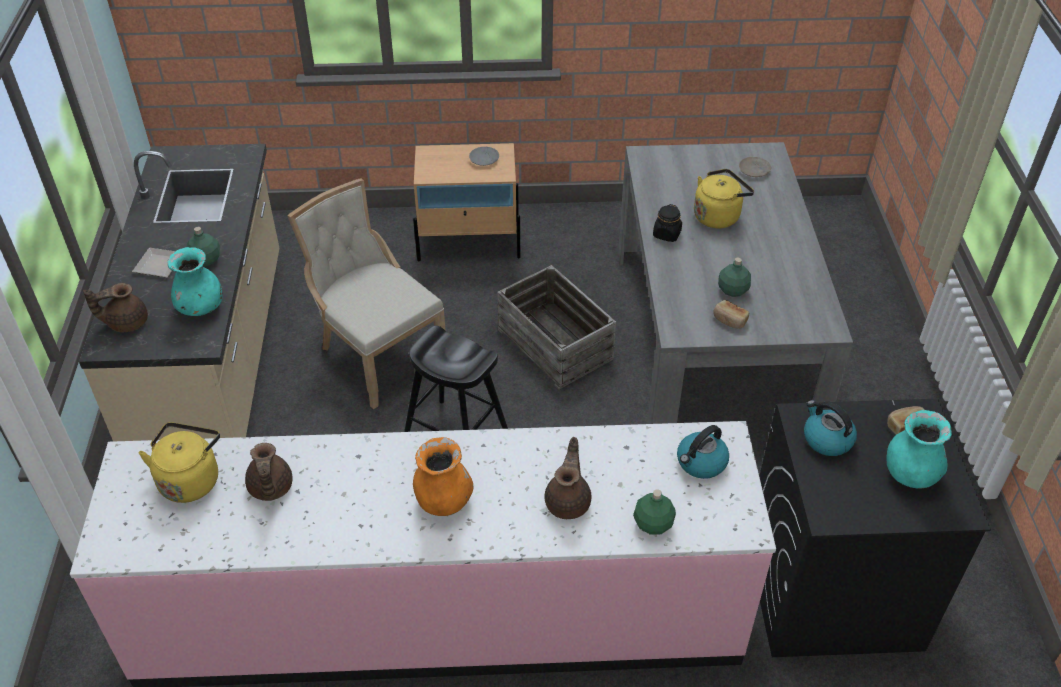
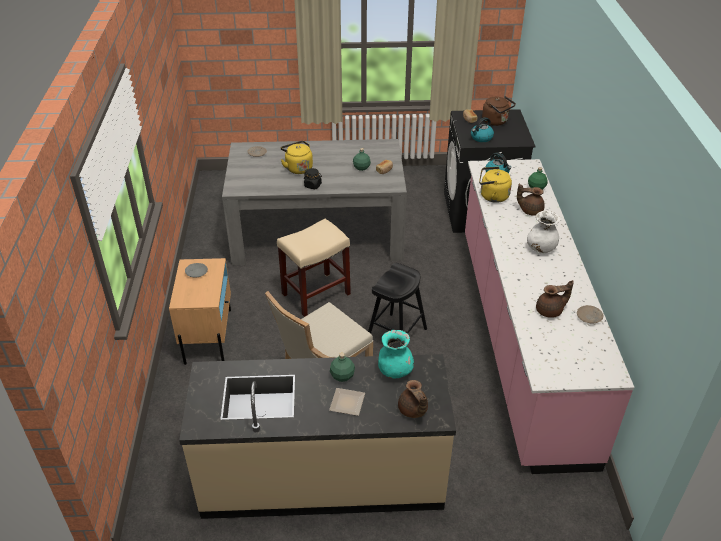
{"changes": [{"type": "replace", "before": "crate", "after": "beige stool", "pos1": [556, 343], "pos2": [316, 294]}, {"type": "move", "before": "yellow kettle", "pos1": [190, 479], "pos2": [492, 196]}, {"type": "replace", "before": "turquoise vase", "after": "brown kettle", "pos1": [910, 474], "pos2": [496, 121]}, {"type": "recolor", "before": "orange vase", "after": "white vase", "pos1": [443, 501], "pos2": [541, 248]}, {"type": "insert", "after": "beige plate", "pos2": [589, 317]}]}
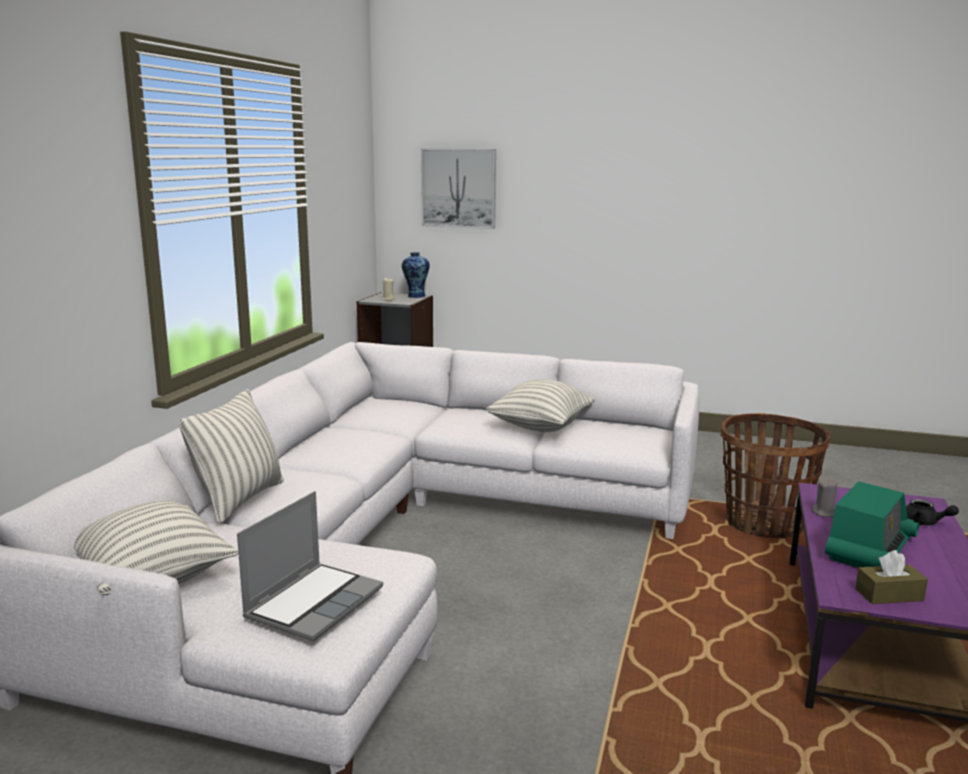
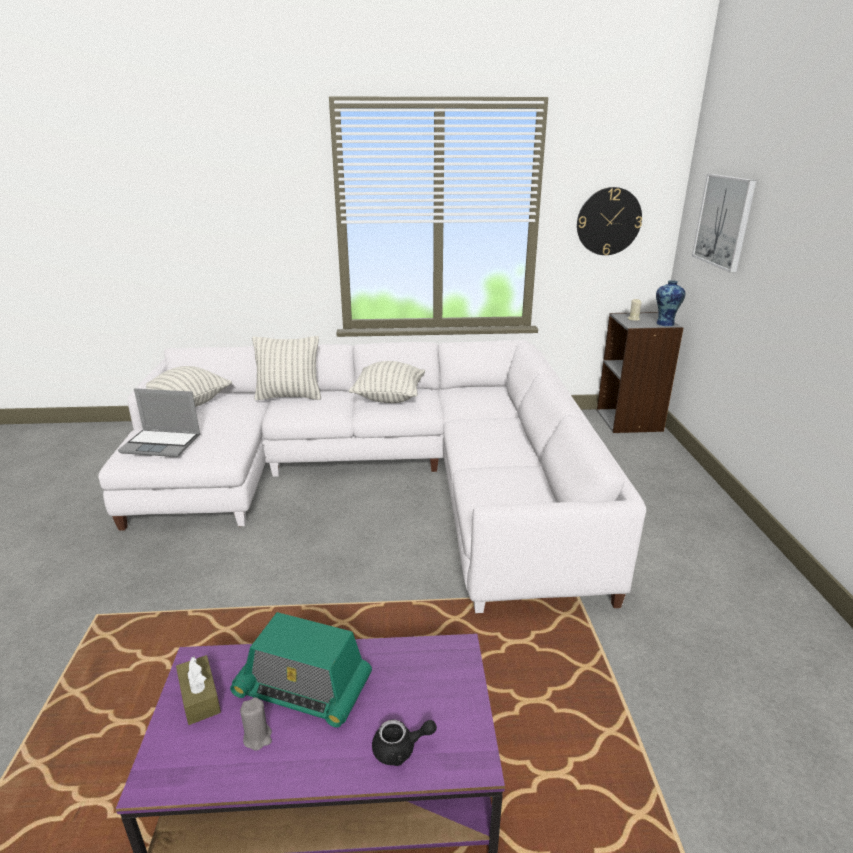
{"changes": [{"type": "move", "before": "grey candle", "pos1": [824, 513], "pos2": [258, 737]}, {"type": "move", "before": "pillow", "pos1": [540, 427], "pos2": [389, 398]}, {"type": "rotate", "before": "black teapot", "pos1": [924, 522], "pos2": [400, 749], "turn": -120}, {"type": "insert", "after": "wall clock", "pos2": [608, 221]}, {"type": "delete", "before": "basket", "pos1": [764, 523]}]}
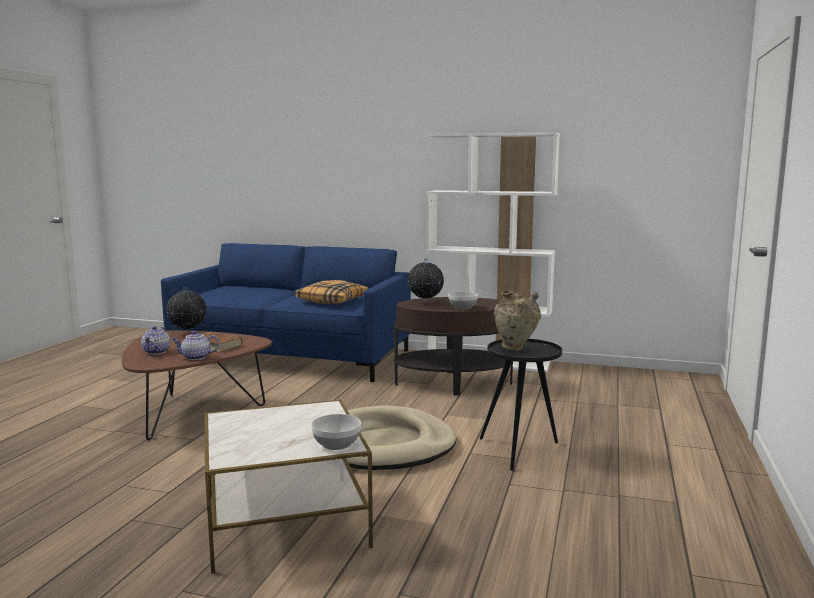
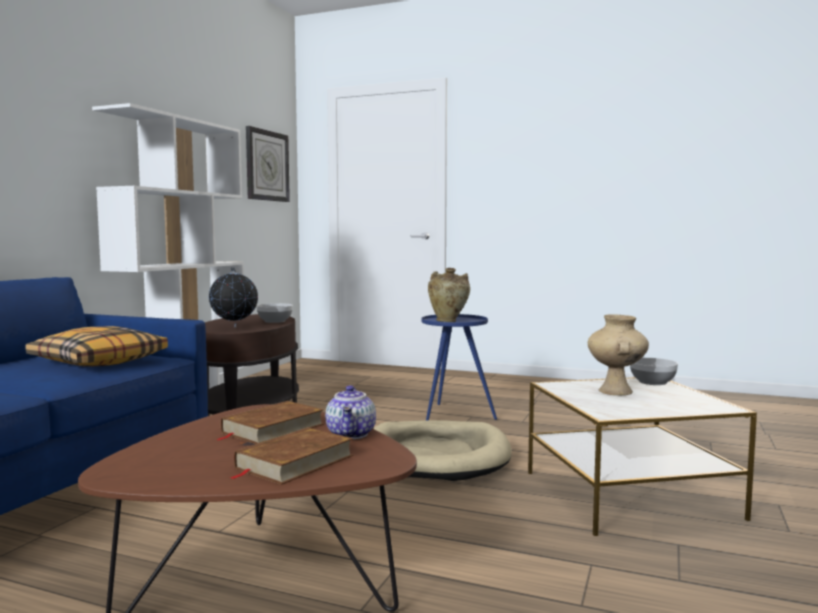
{"changes": [{"type": "replace", "before": "teapot", "after": "brown book", "pos1": [157, 352], "pos2": [294, 462]}, {"type": "insert", "after": "wall clock", "pos2": [267, 166]}, {"type": "recolor", "before": "black side table", "after": "blue side table", "pos1": [520, 450], "pos2": [454, 414]}, {"type": "insert", "after": "beige vase", "pos2": [616, 391]}, {"type": "delete", "before": "globe", "pos1": [188, 333]}]}
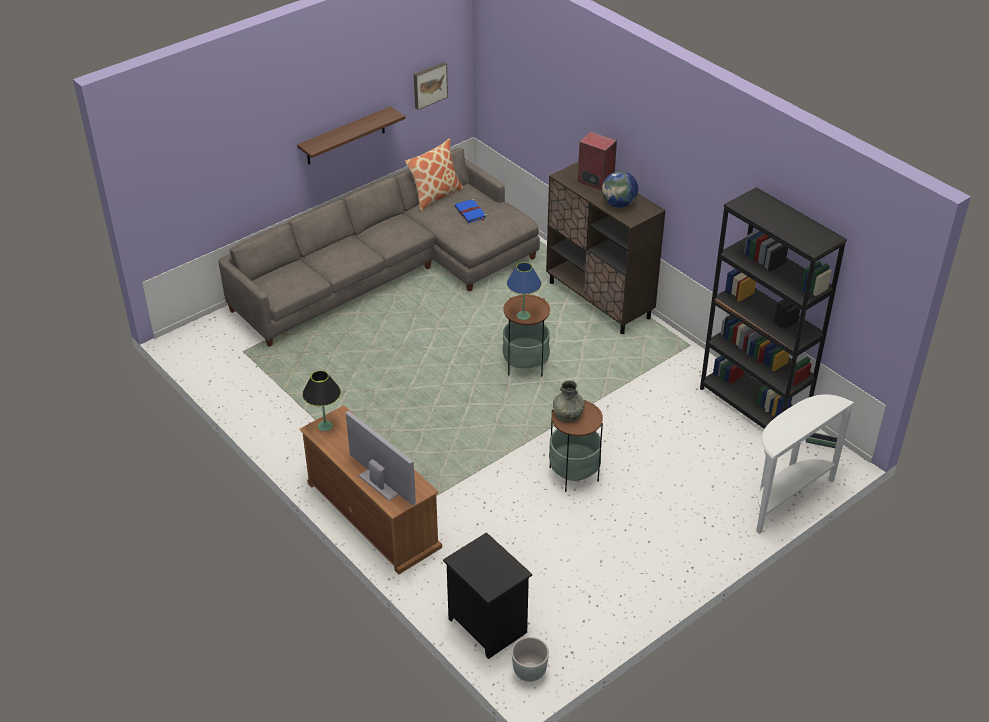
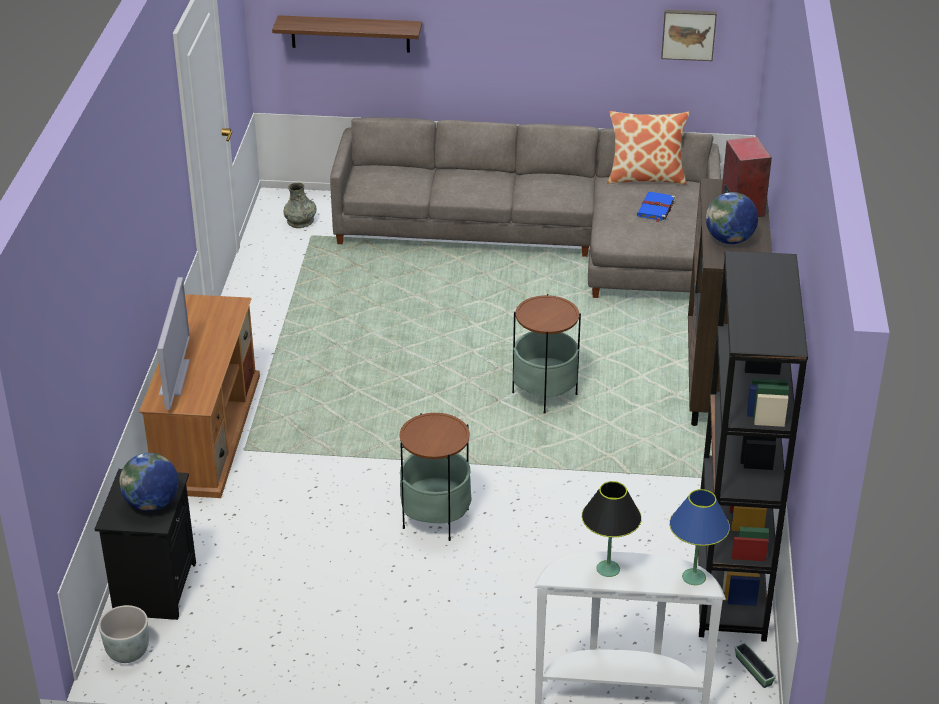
{"changes": [{"type": "insert", "after": "globe", "pos2": [152, 503]}, {"type": "move", "before": "shelf", "pos1": [345, 136], "pos2": [350, 34]}, {"type": "move", "before": "grey vase", "pos1": [568, 413], "pos2": [300, 221]}, {"type": "move", "before": "black table lamp", "pos1": [325, 426], "pos2": [607, 569]}, {"type": "move", "before": "blue table lamp", "pos1": [523, 315], "pos2": [694, 577]}]}
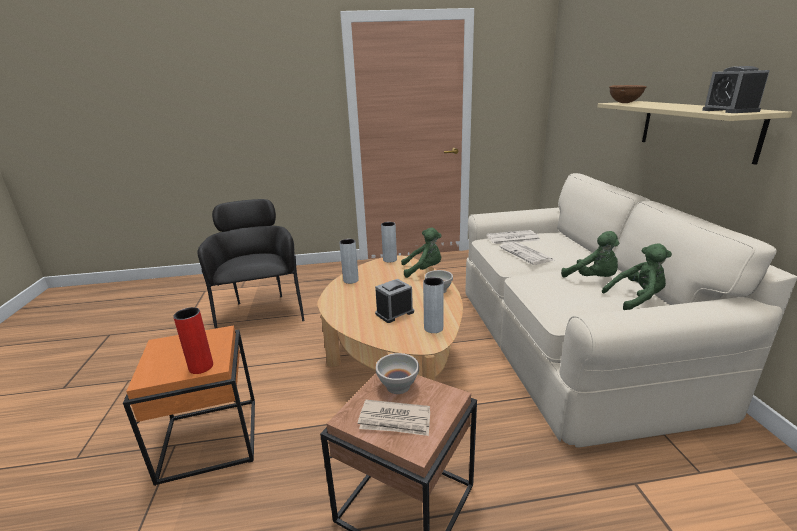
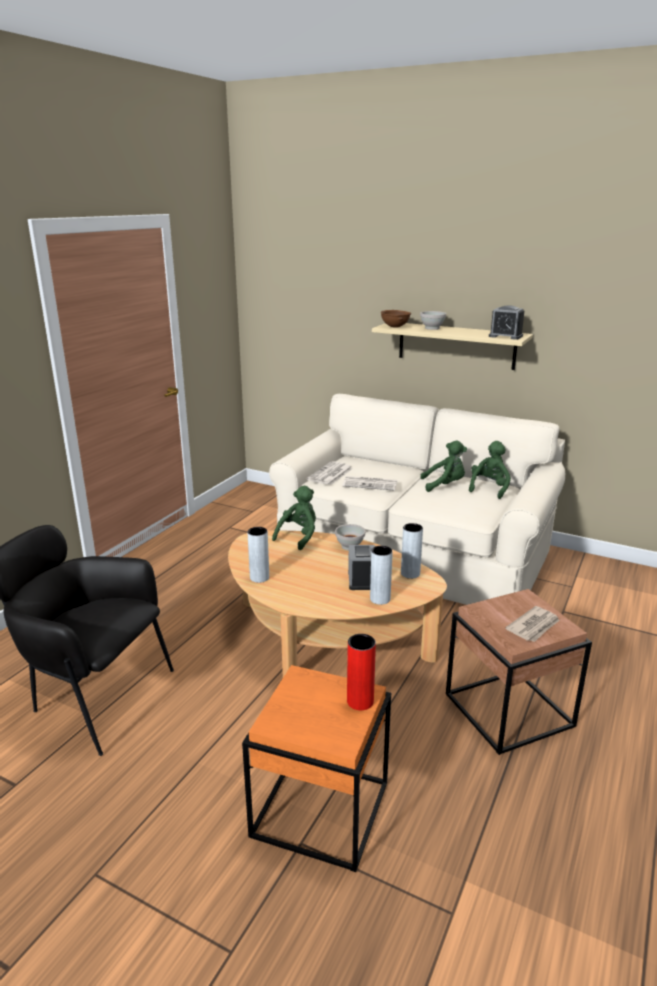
{"changes": [{"type": "move", "before": "grey vase", "pos1": [390, 259], "pos2": [380, 599]}, {"type": "move", "before": "white bowl", "pos1": [398, 385], "pos2": [431, 328]}]}
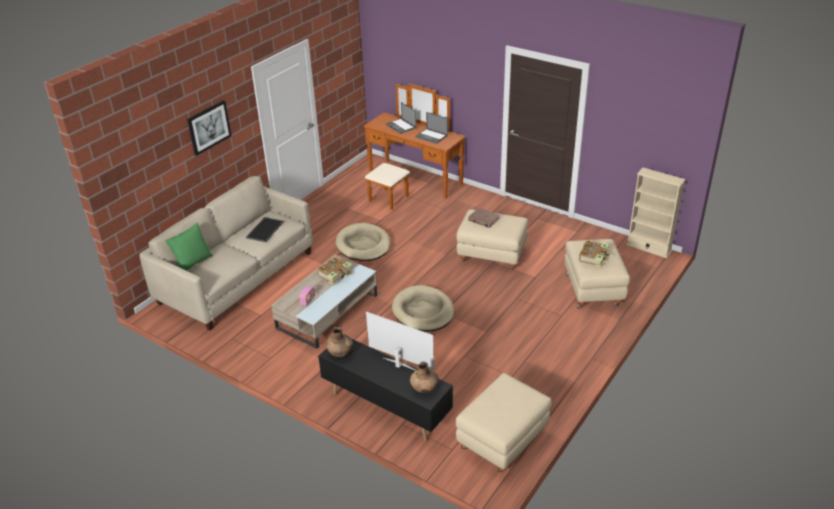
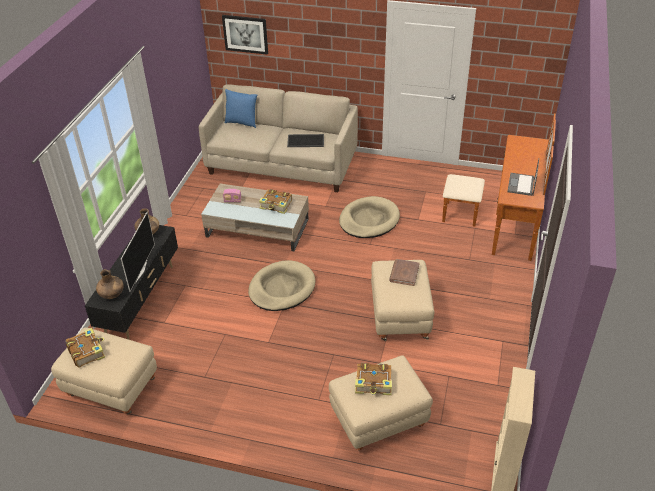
{"changes": [{"type": "insert", "after": "book", "pos2": [87, 351]}, {"type": "move", "before": "picture", "pos1": [209, 127], "pos2": [245, 34]}, {"type": "recolor", "before": "green pillow", "after": "blue pillow", "pos1": [193, 263], "pos2": [242, 122]}, {"type": "delete", "before": "laptop", "pos1": [401, 126]}]}
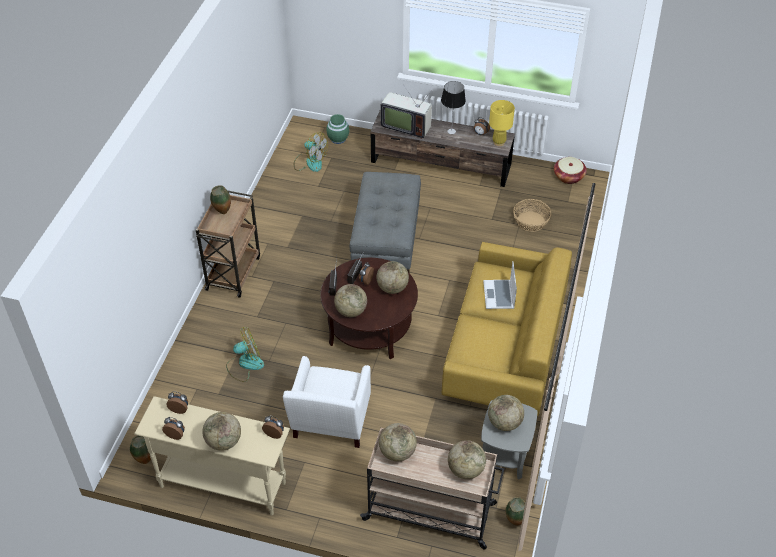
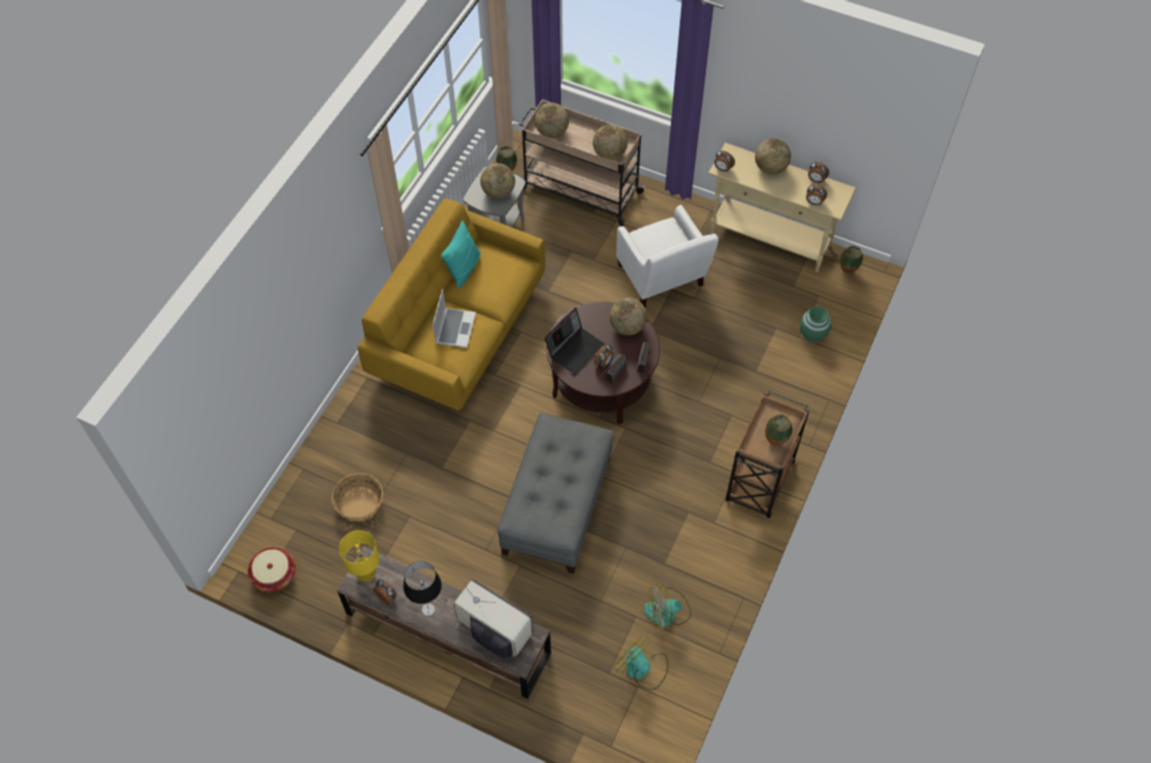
{"changes": [{"type": "insert", "after": "turquoise pillow", "pos2": [463, 268]}, {"type": "replace", "before": "globe", "after": "laptop", "pos1": [392, 288], "pos2": [575, 349]}, {"type": "rotate", "before": "white armchair", "pos1": [329, 424], "pos2": [661, 280], "turn": 135}, {"type": "move", "before": "fan", "pos1": [245, 364], "pos2": [667, 612]}, {"type": "move", "before": "green vase", "pos1": [338, 139], "pos2": [813, 333]}]}
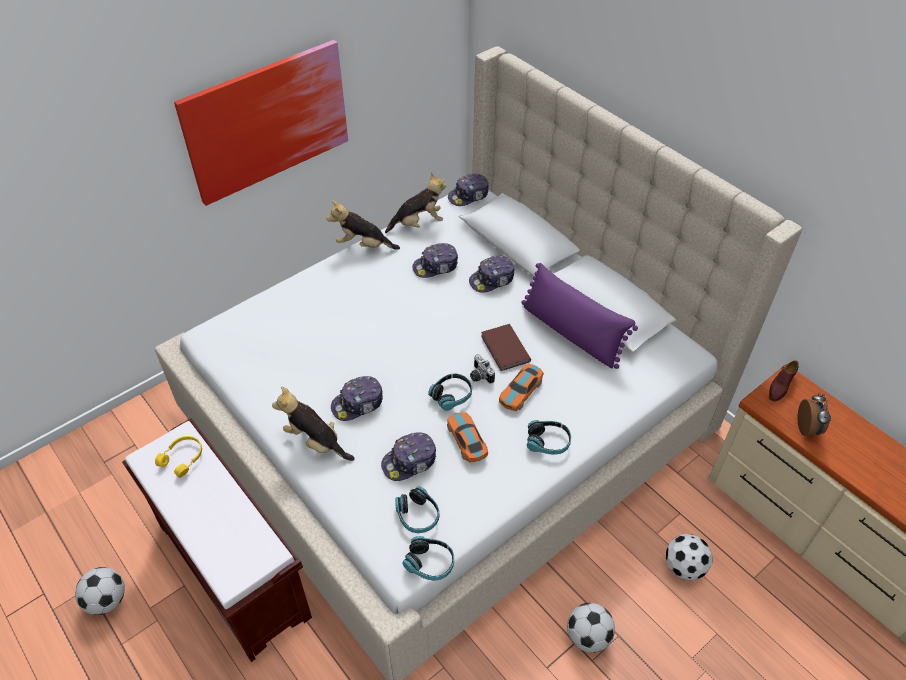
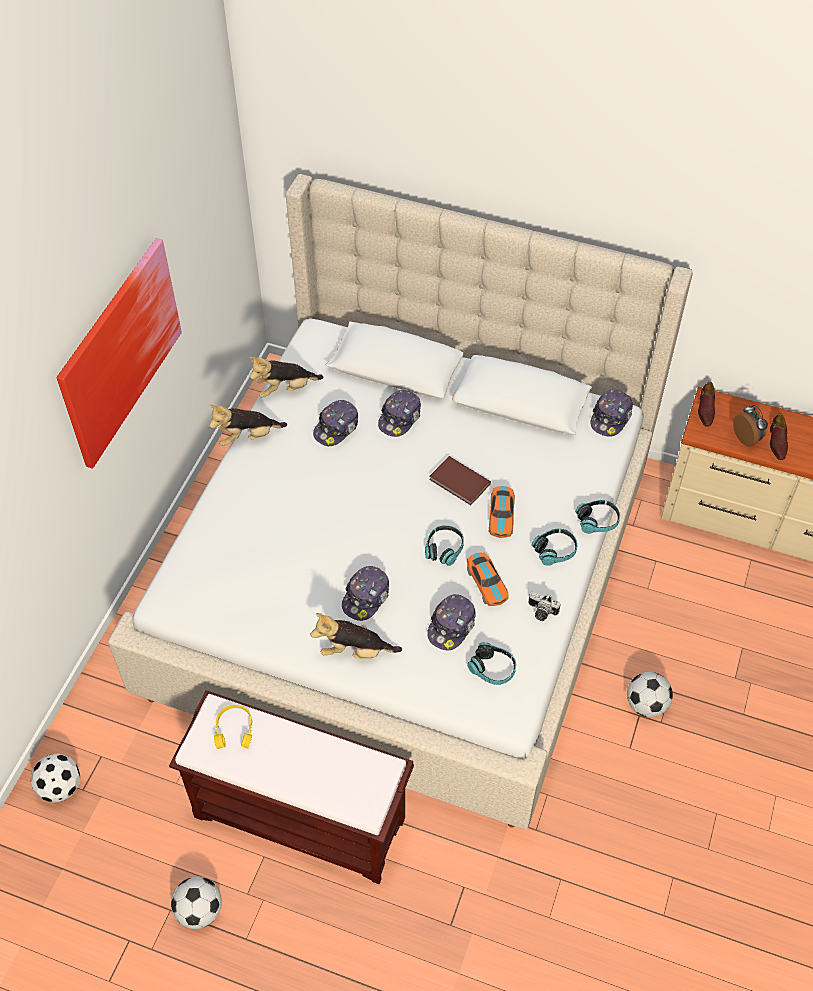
{"changes": [{"type": "move", "before": "football", "pos1": [684, 567], "pos2": [61, 787]}, {"type": "rotate", "before": "plush toy", "pos1": [418, 223], "pos2": [285, 389], "turn": -150}, {"type": "rotate", "before": "toy car", "pos1": [467, 440], "pos2": [487, 583], "turn": -150}, {"type": "move", "before": "photo camera", "pos1": [479, 376], "pos2": [541, 612]}, {"type": "move", "before": "headphones", "pos1": [430, 563], "pos2": [597, 521]}, {"type": "move", "before": "cap", "pos1": [469, 196], "pos2": [611, 418]}, {"type": "insert", "after": "brown shoe", "pos2": [777, 442]}, {"type": "delete", "before": "purple pillow", "pos1": [571, 333]}]}
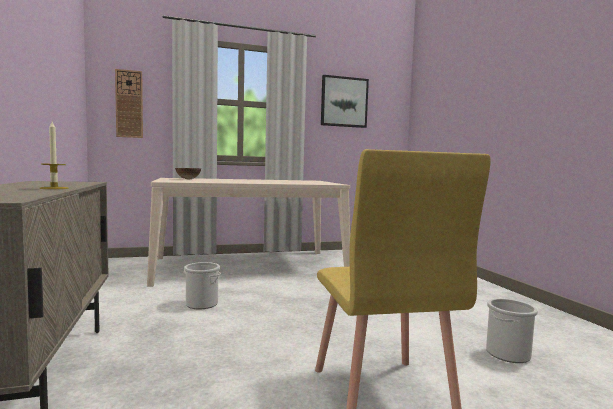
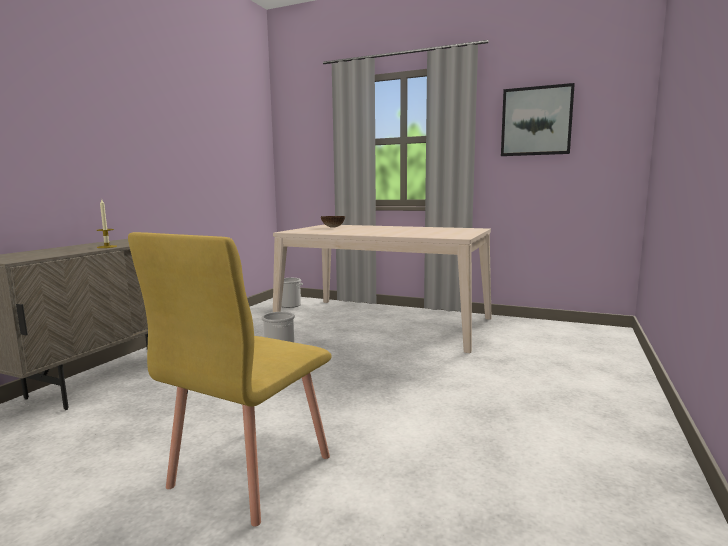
{"changes": [{"type": "move", "before": "bucket", "pos1": [508, 353], "pos2": [290, 305]}, {"type": "delete", "before": "wall clock", "pos1": [129, 104]}]}
